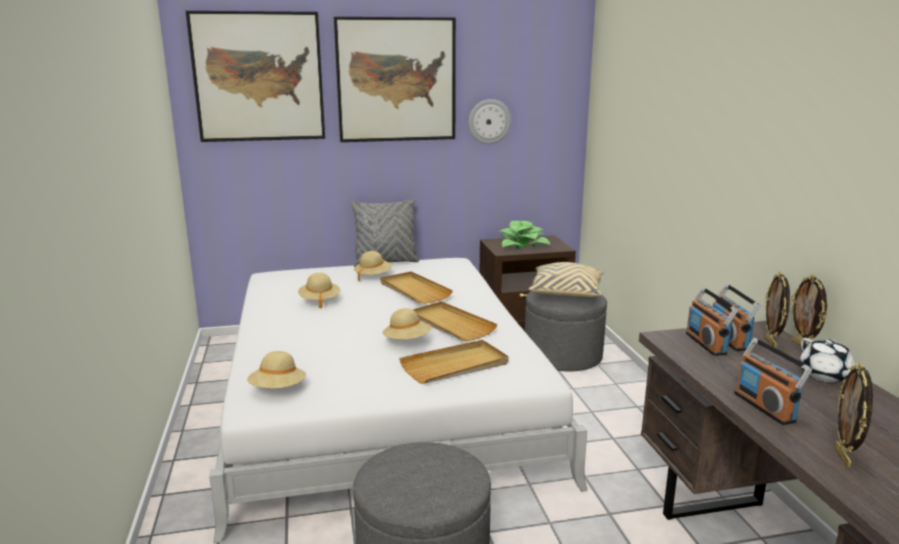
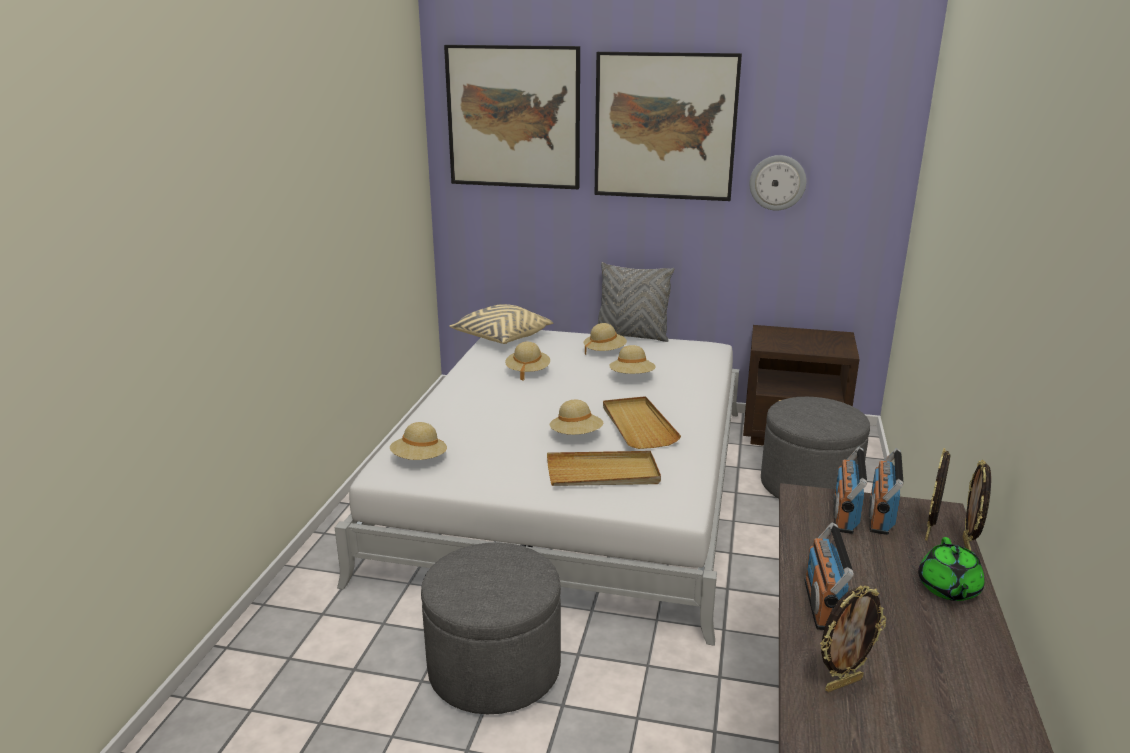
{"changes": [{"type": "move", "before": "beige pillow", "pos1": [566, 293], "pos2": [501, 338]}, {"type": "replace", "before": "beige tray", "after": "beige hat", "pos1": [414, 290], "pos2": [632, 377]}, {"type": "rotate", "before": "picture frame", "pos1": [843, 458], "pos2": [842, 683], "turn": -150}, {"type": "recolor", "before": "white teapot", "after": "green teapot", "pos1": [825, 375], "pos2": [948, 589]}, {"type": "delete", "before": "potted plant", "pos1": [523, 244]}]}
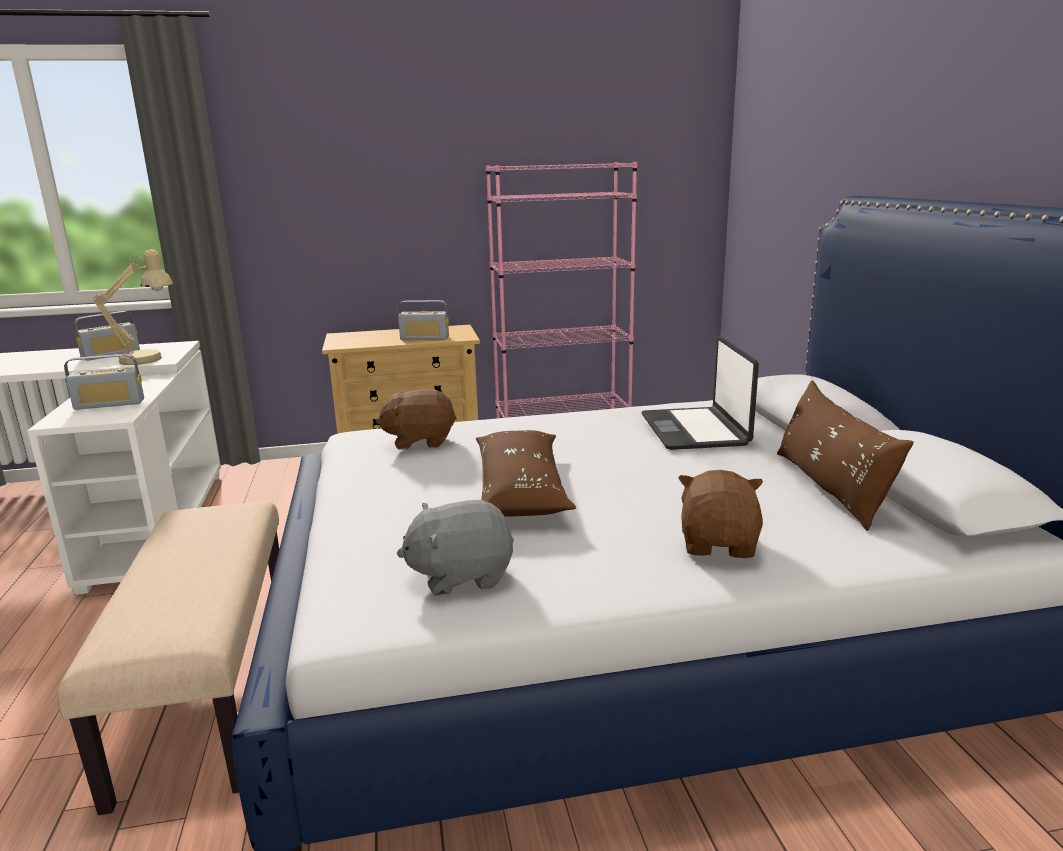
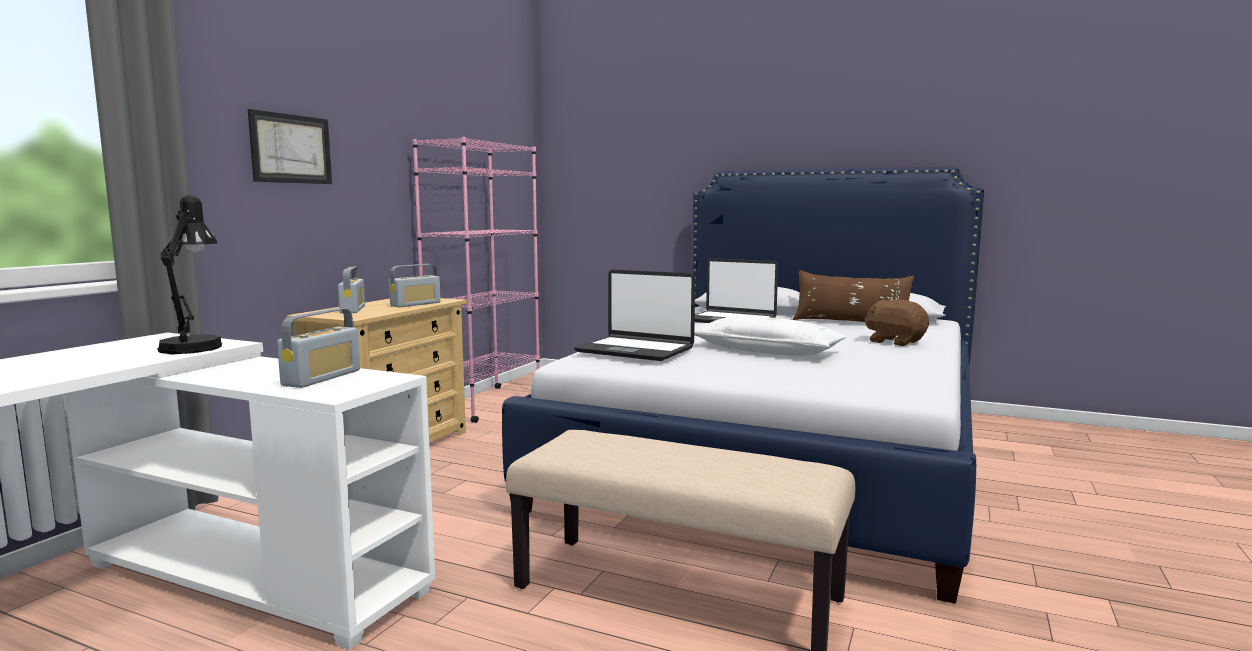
{"changes": [{"type": "recolor", "before": "beige table lamp", "after": "black table lamp", "pos1": [149, 358], "pos2": [194, 346]}, {"type": "insert", "after": "picture", "pos2": [291, 149]}, {"type": "move", "before": "radio", "pos1": [111, 355], "pos2": [352, 309]}, {"type": "replace", "before": "brown plush toy", "after": "laptop", "pos1": [420, 441], "pos2": [635, 350]}, {"type": "recolor", "before": "brown pillow", "after": "white pillow", "pos1": [521, 490], "pos2": [767, 351]}, {"type": "delete", "before": "grey plush toy", "pos1": [461, 575]}]}
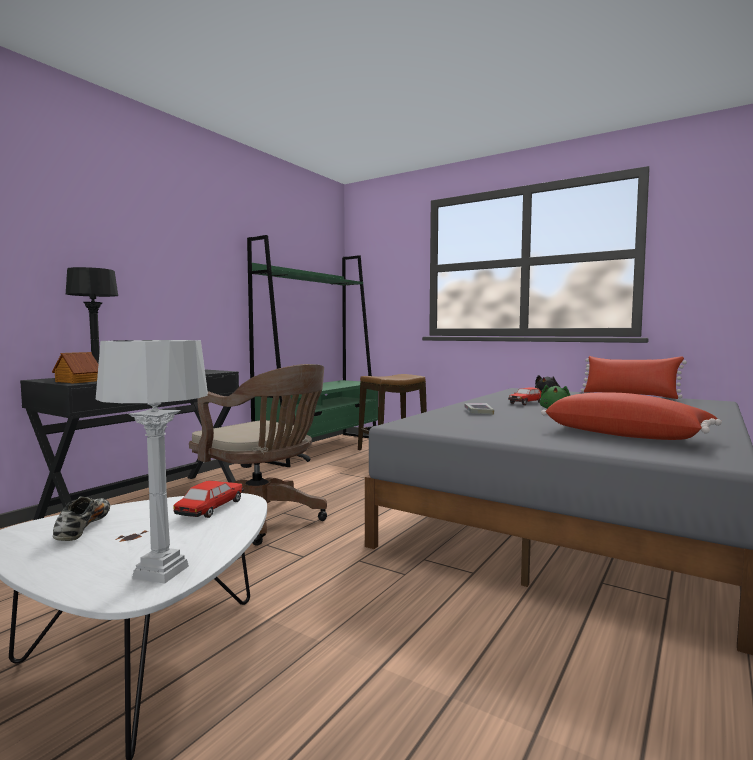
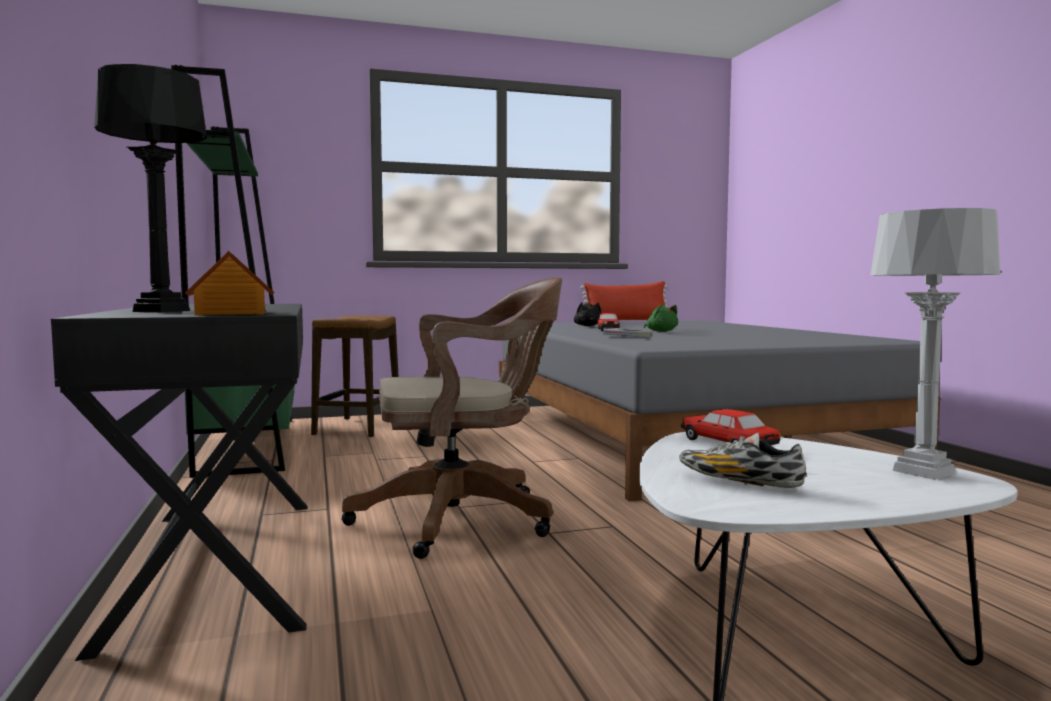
{"changes": [{"type": "delete", "before": "red pillow", "pos1": [626, 435]}]}
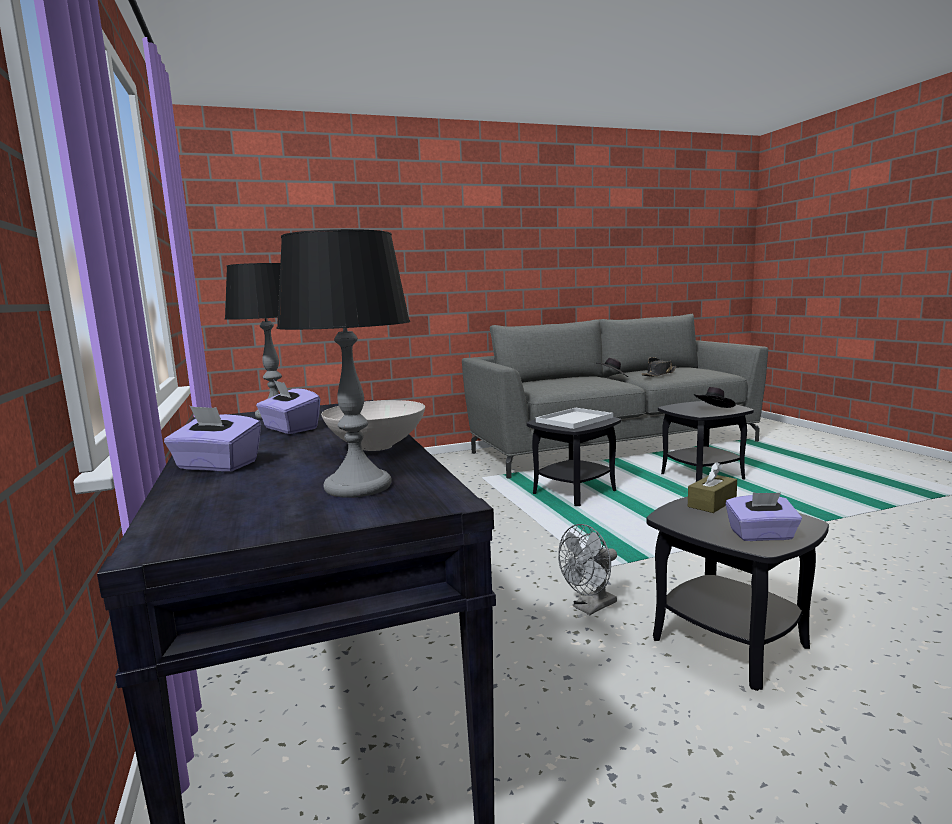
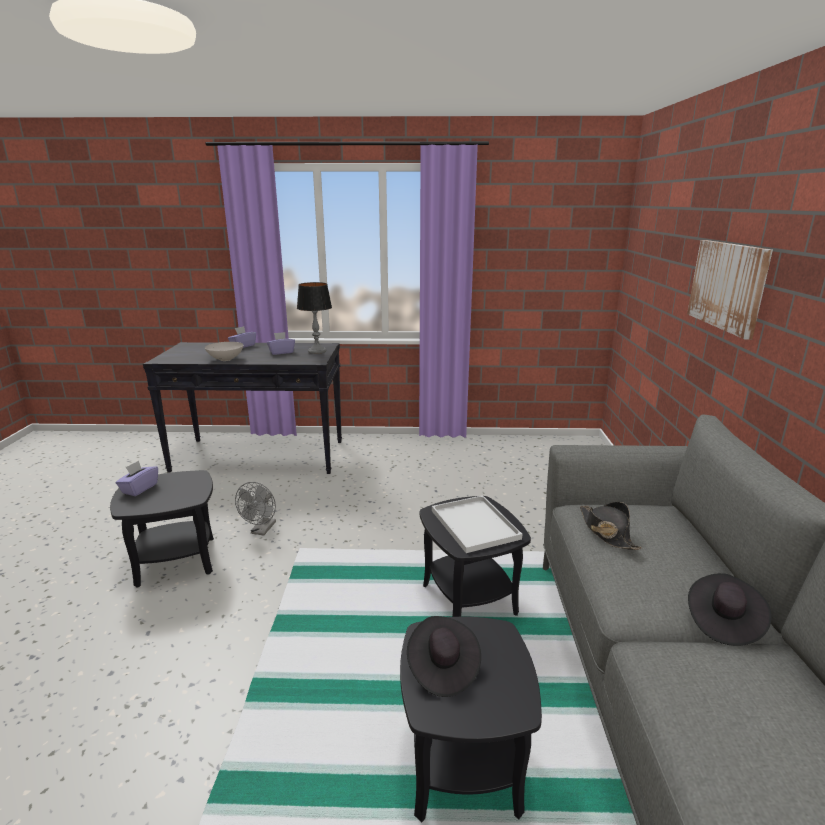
{"changes": [{"type": "rotate", "before": "grey fan", "pos1": [590, 607], "pos2": [261, 530], "turn": -150}, {"type": "move", "before": "black hat", "pos1": [659, 374], "pos2": [607, 532]}, {"type": "insert", "after": "picture", "pos2": [728, 286]}, {"type": "delete", "before": "table lamp", "pos1": [358, 486]}, {"type": "delete", "before": "brown tissue box", "pos1": [712, 503]}]}
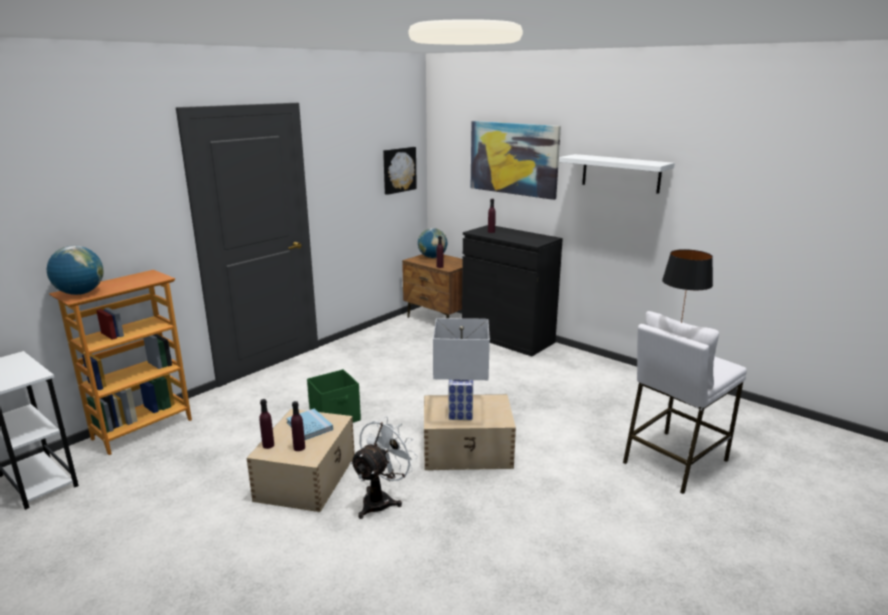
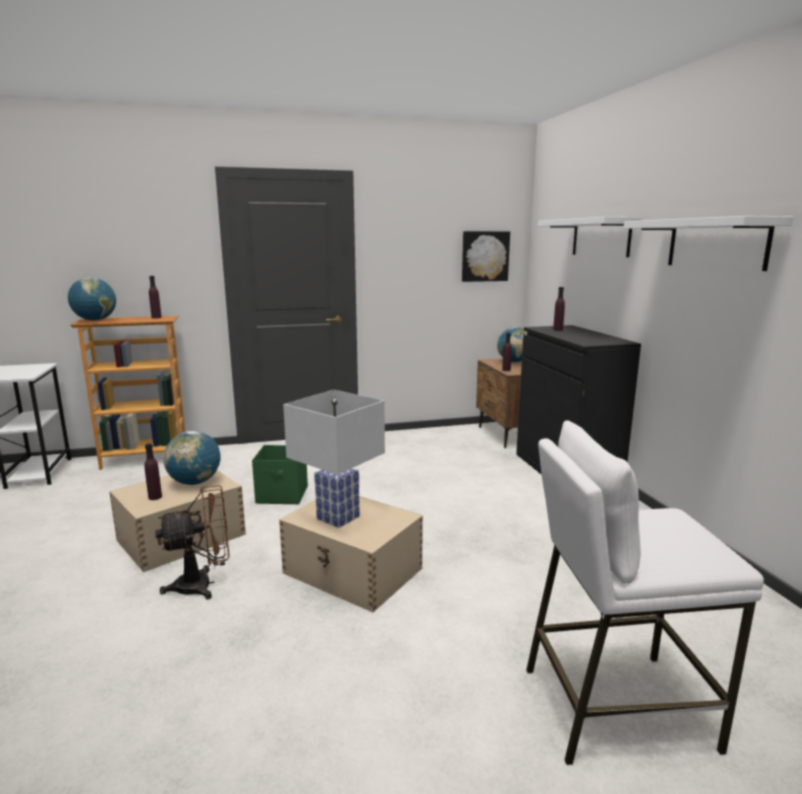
{"changes": [{"type": "move", "before": "purple bottle", "pos1": [268, 445], "pos2": [156, 317]}, {"type": "recolor", "before": "white fan", "after": "brown fan", "pos1": [381, 500], "pos2": [203, 585]}, {"type": "replace", "before": "blue book", "after": "globe", "pos1": [309, 426], "pos2": [195, 482]}, {"type": "replace", "before": "picture", "after": "white shelf", "pos1": [513, 158], "pos2": [600, 237]}, {"type": "delete", "before": "black table lamp", "pos1": [681, 322]}]}
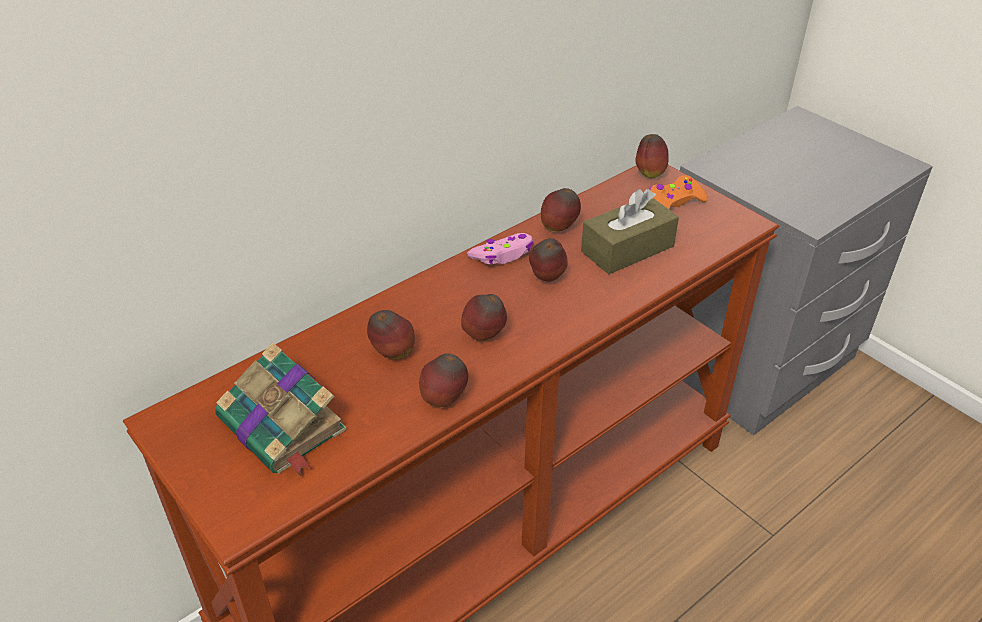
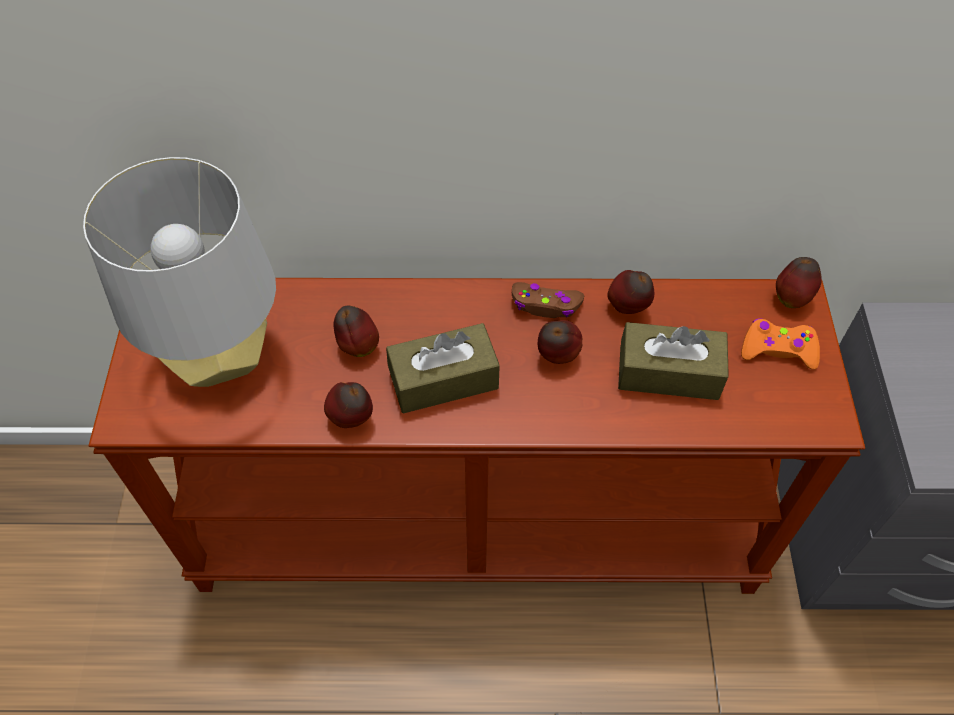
{"changes": [{"type": "replace", "before": "book", "after": "grey table lamp", "pos1": [283, 426], "pos2": [222, 359]}, {"type": "replace", "before": "apple", "after": "brown tissue box", "pos1": [484, 336], "pos2": [443, 380]}, {"type": "recolor", "before": "pink game controller", "after": "brown game controller", "pos1": [503, 255], "pos2": [546, 305]}]}
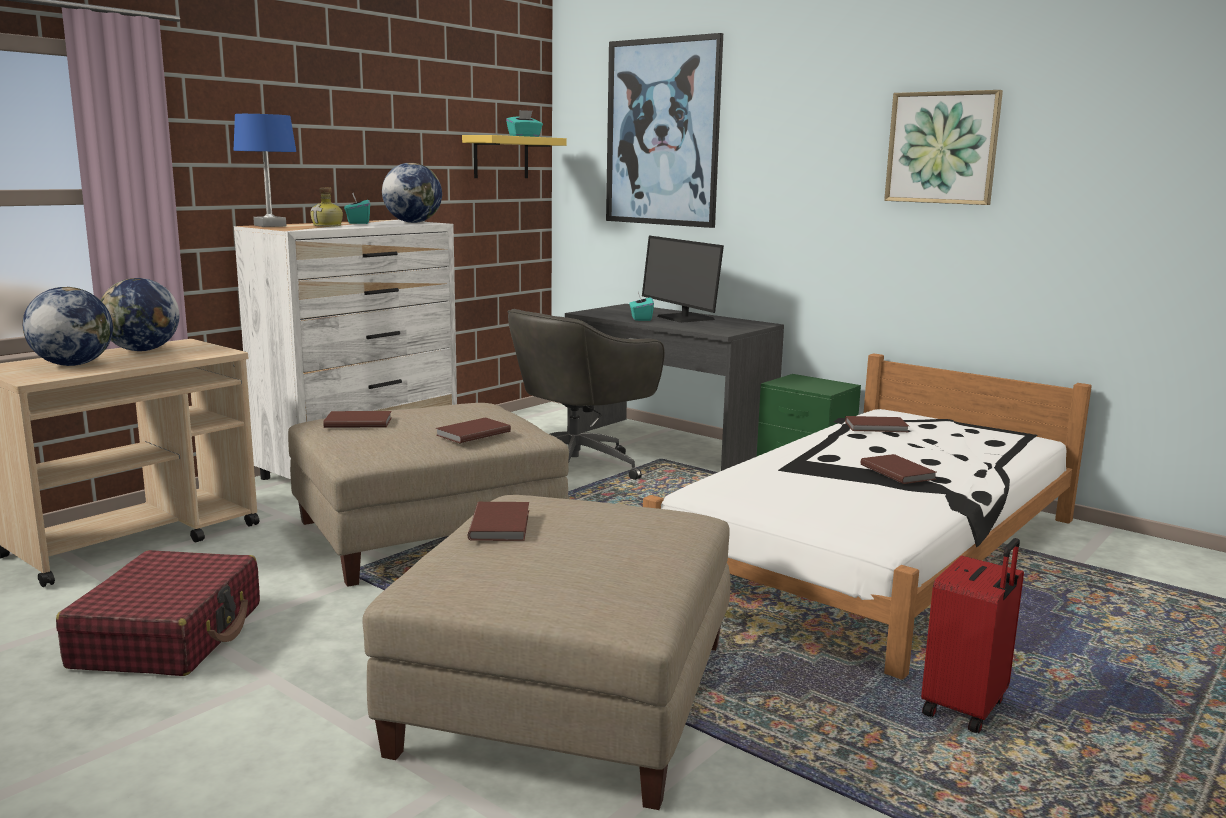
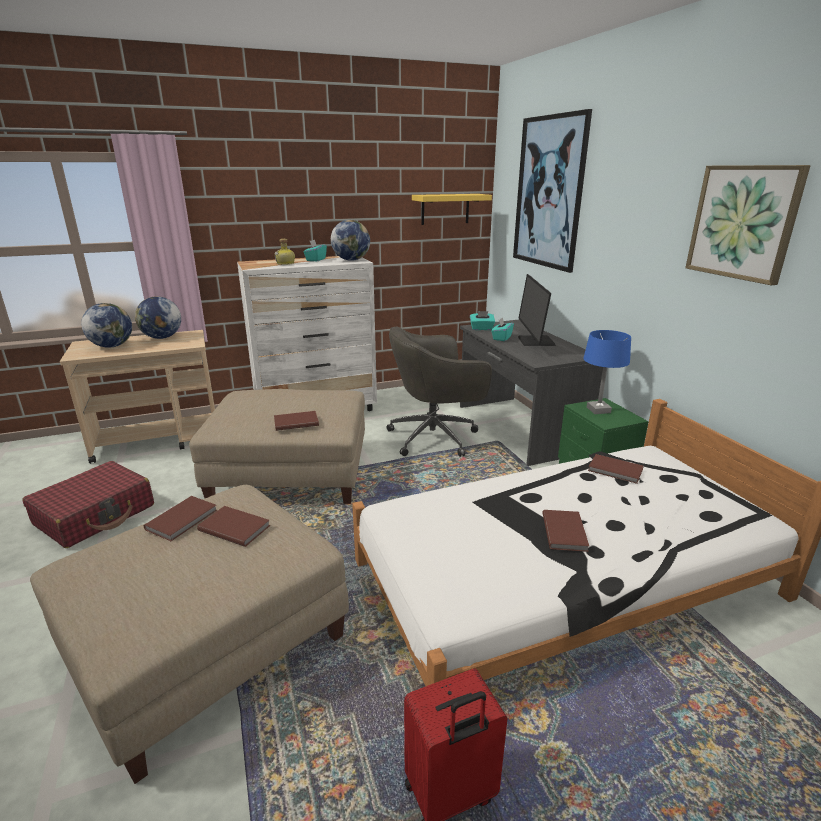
{"changes": [{"type": "move", "before": "brown book", "pos1": [357, 422], "pos2": [234, 527]}, {"type": "move", "before": "turquoise tissue box", "pos1": [524, 136], "pos2": [481, 328]}, {"type": "move", "before": "blue table lamp", "pos1": [269, 225], "pos2": [598, 410]}]}
